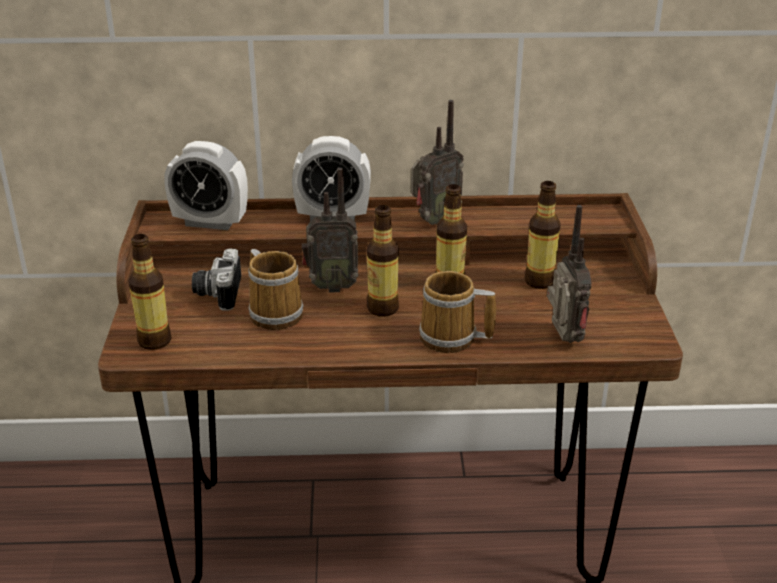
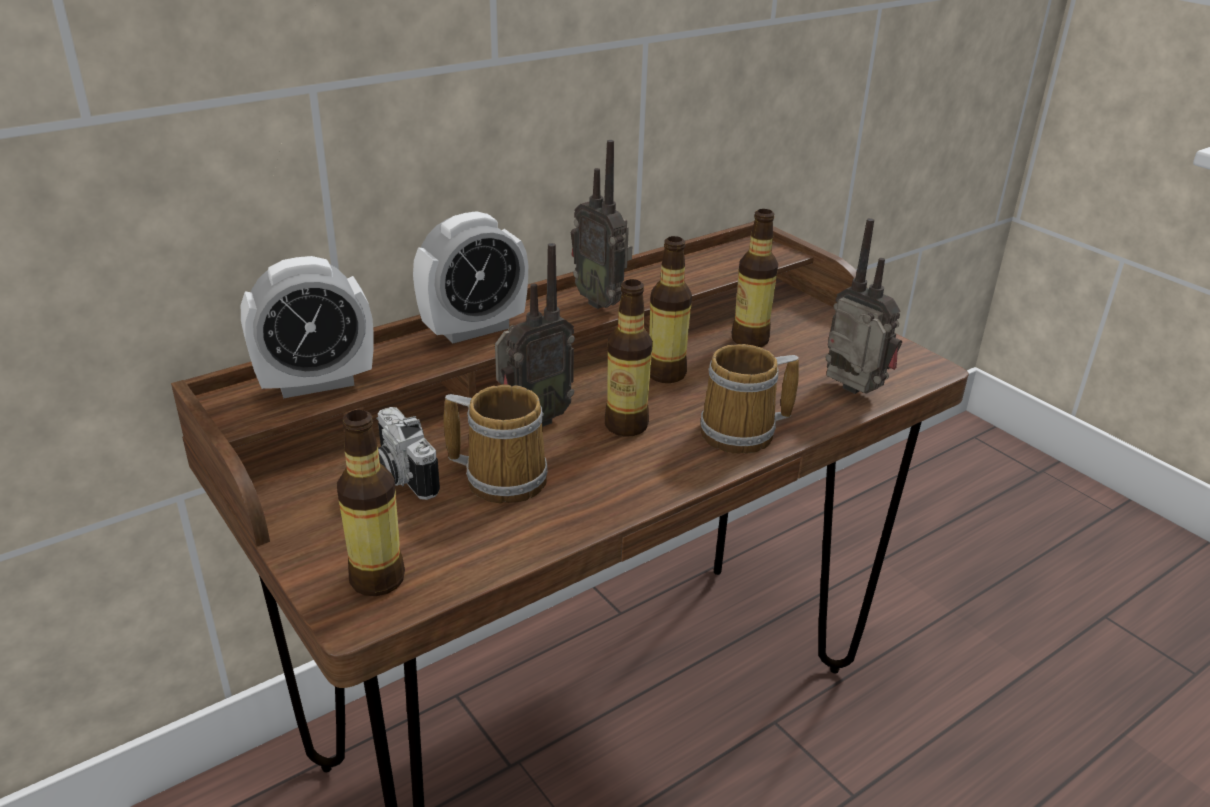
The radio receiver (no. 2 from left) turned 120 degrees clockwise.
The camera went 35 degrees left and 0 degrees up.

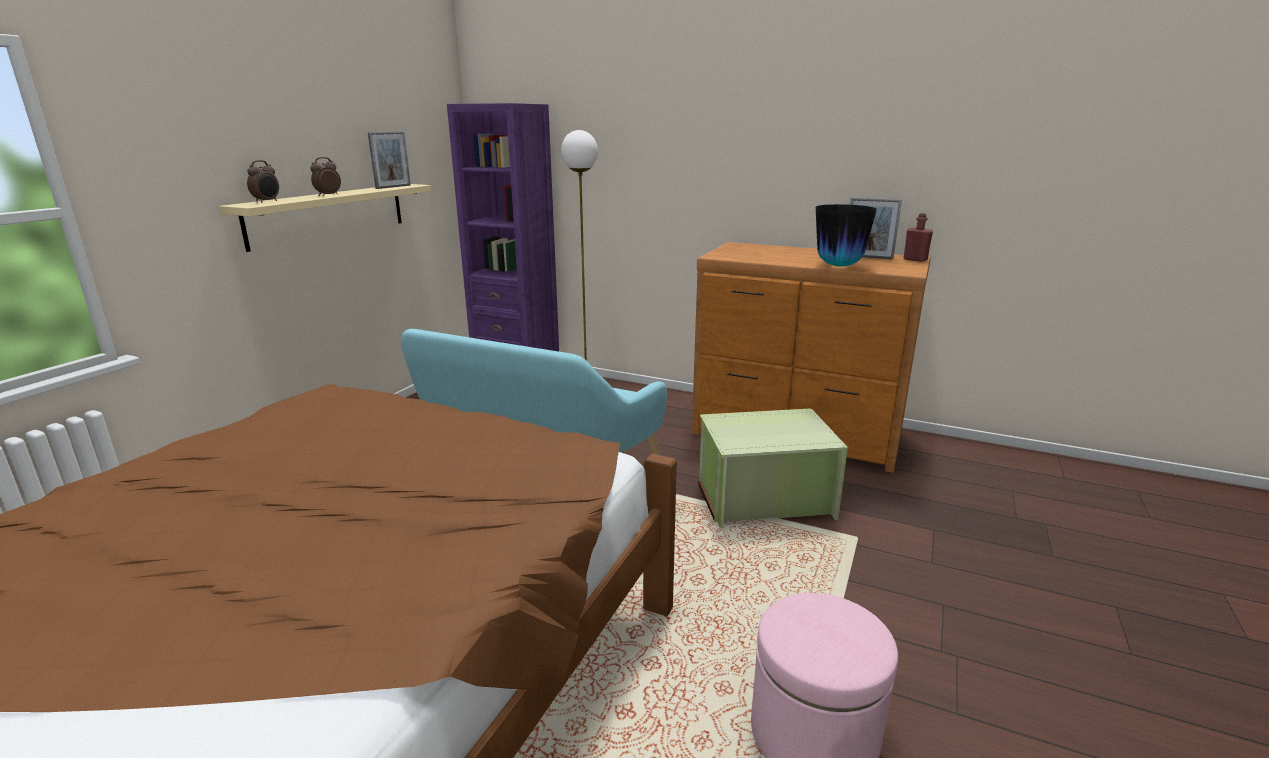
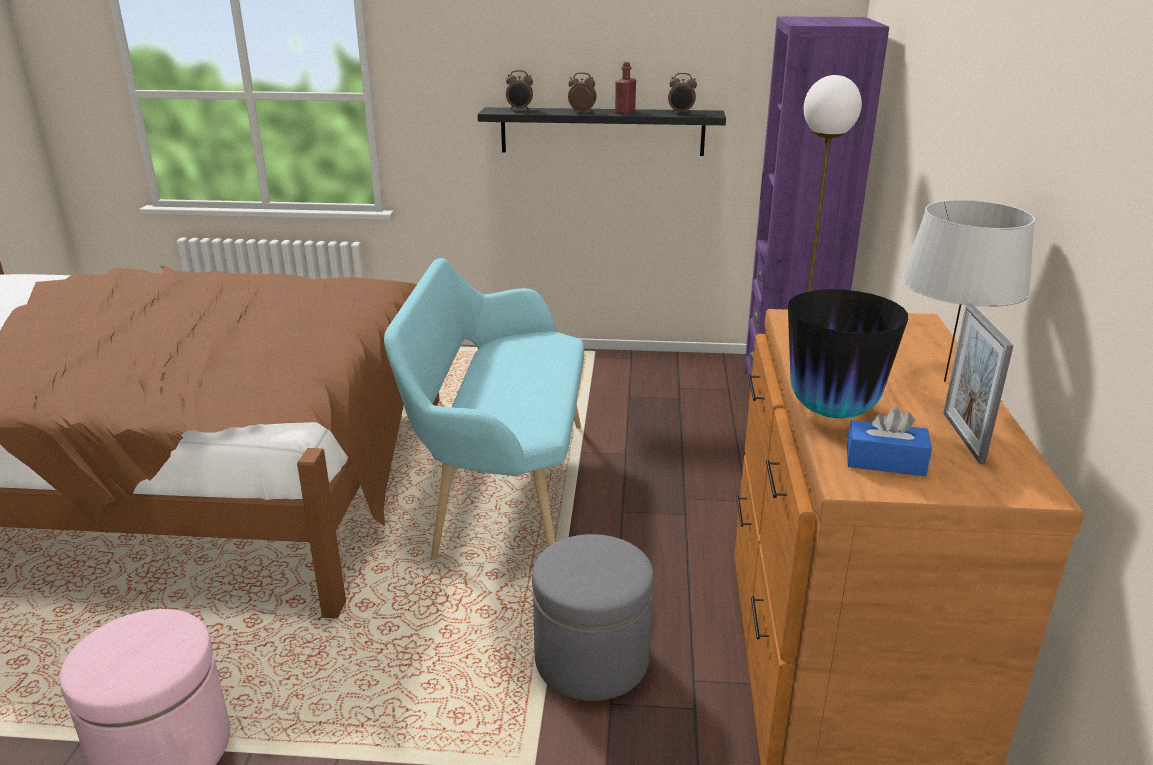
The box of tissues in blue appeared.
The lamp for a table in grey appeared.
The beverage bottle in reddish moved.
The standing frame (no. 1 from left) was replaced by the bedside clock (no. 3 from left).
The storage bin in green-coloured was replaced by the pouffe in grey.
The bracket shelf in beige-coloured became the bracket shelf in black.
The camera went 70 degrees right and 5 degrees up.

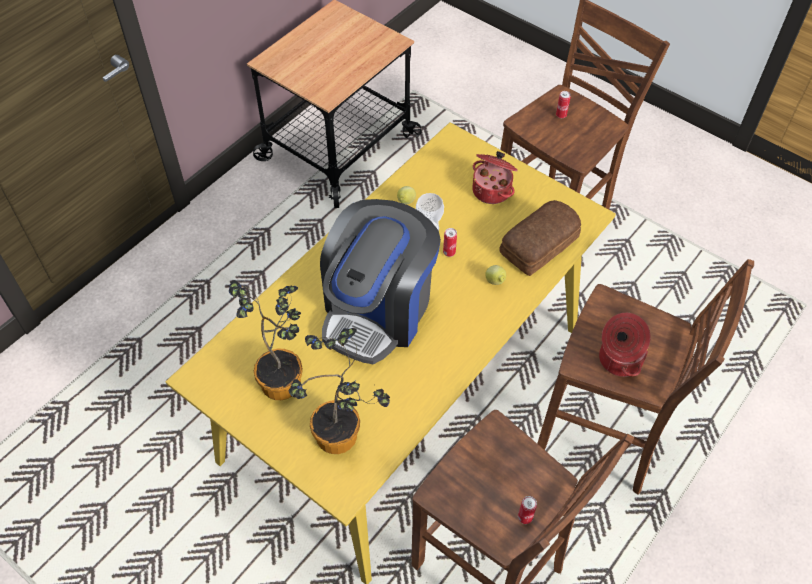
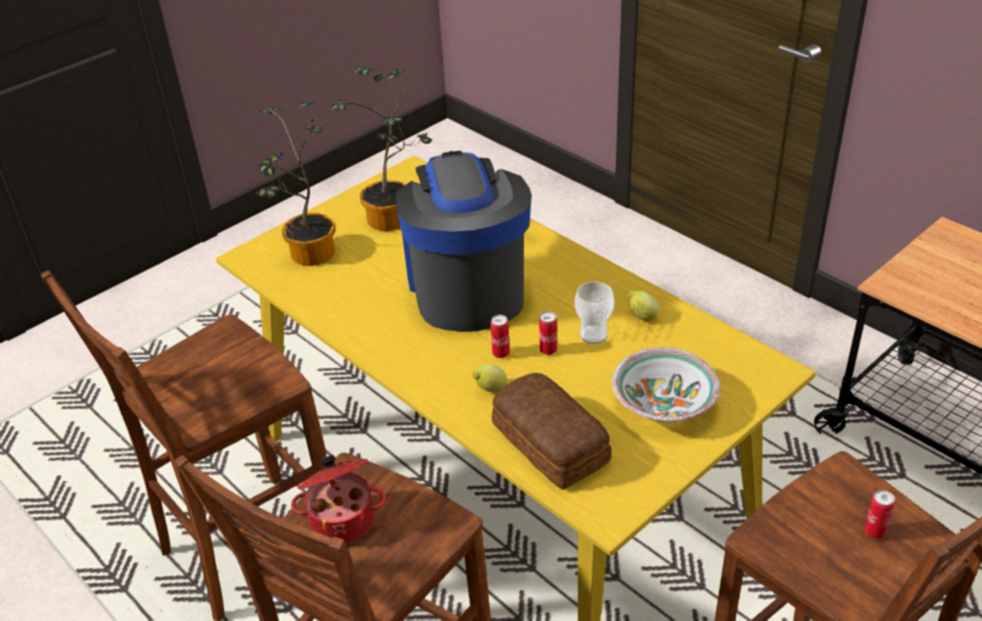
The can (no. 2 from left in the first image) moved.
The cooking pot (no. 1 from left) was replaced by the deep dish.
The coffee machine turned 45 degrees clockwise.
The camera went 100 degrees right and 15 degrees down.

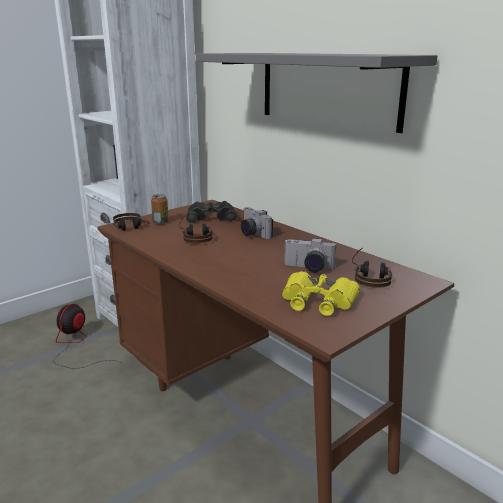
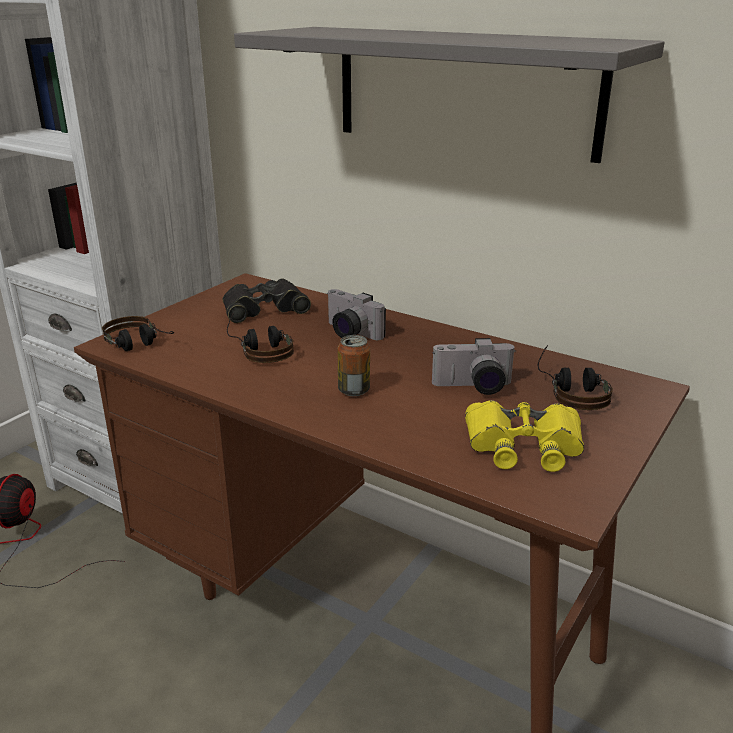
The can moved.
The camera went 15 degrees left and 5 degrees up.

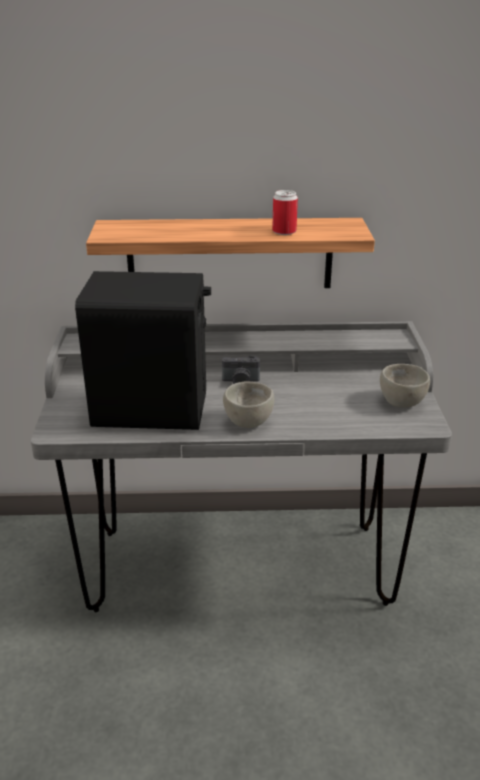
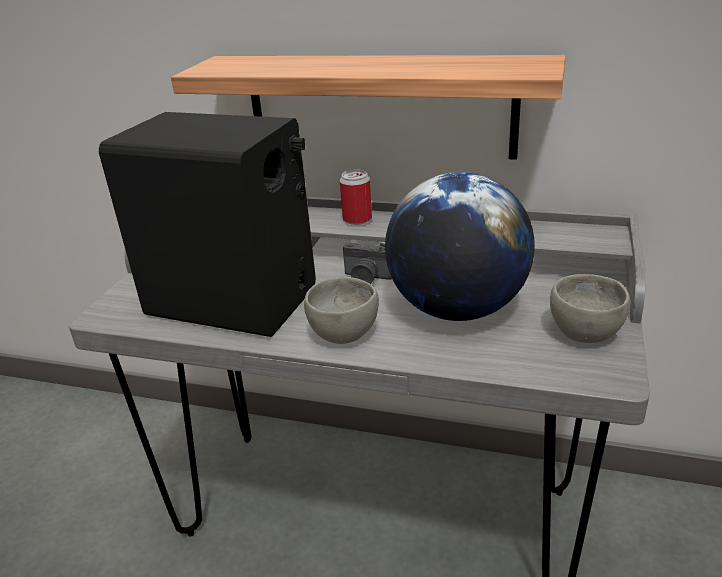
The globe appeared.
The can moved.
The camera went 20 degrees right and 0 degrees up.

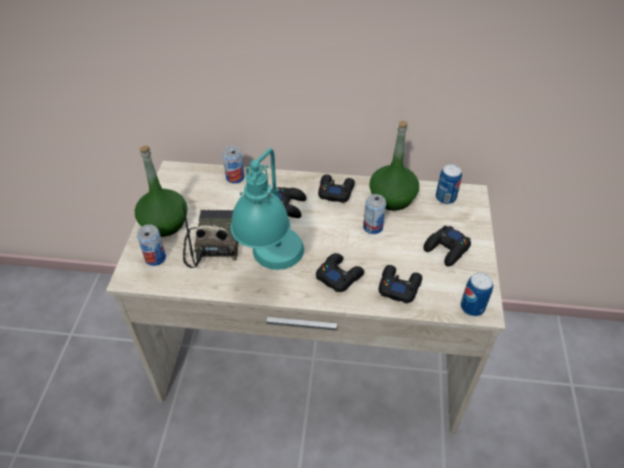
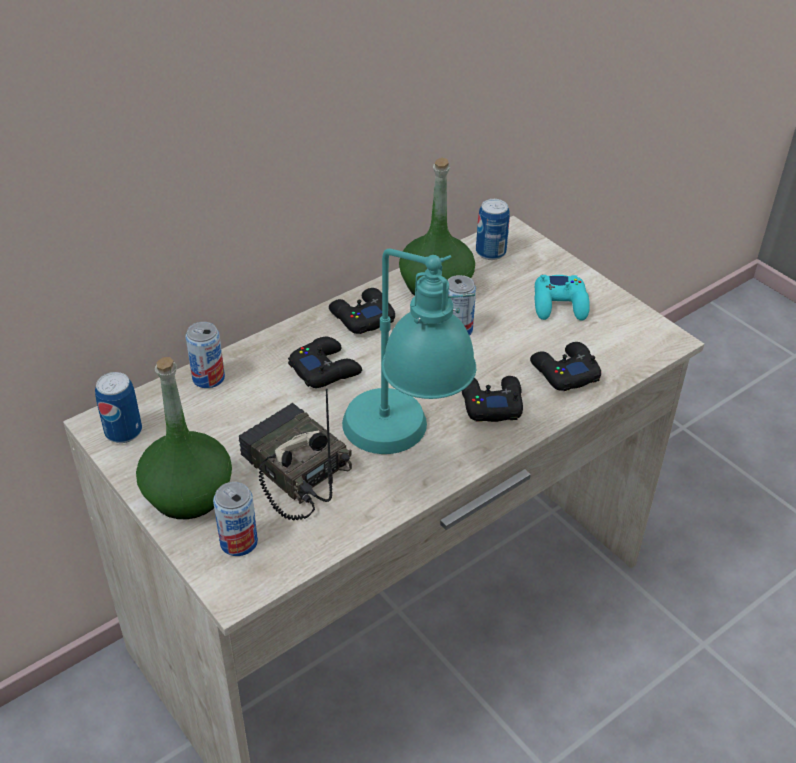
The can (no. 5 from left in the first image) moved.
The joypad in black (no. 5 from left) became the joypad in turquoise-coloured.
The camera went 45 degrees left and 5 degrees down.

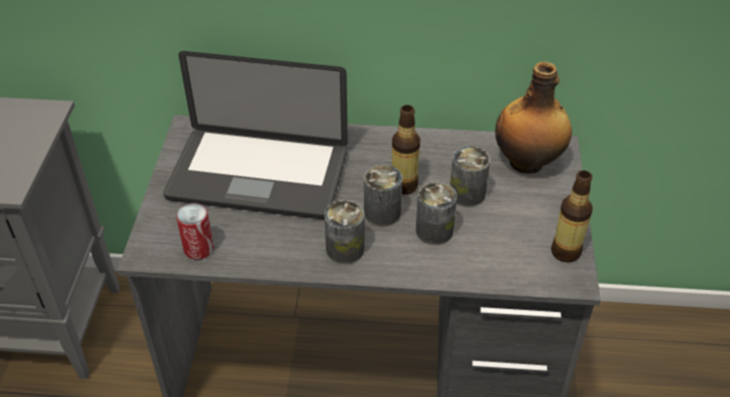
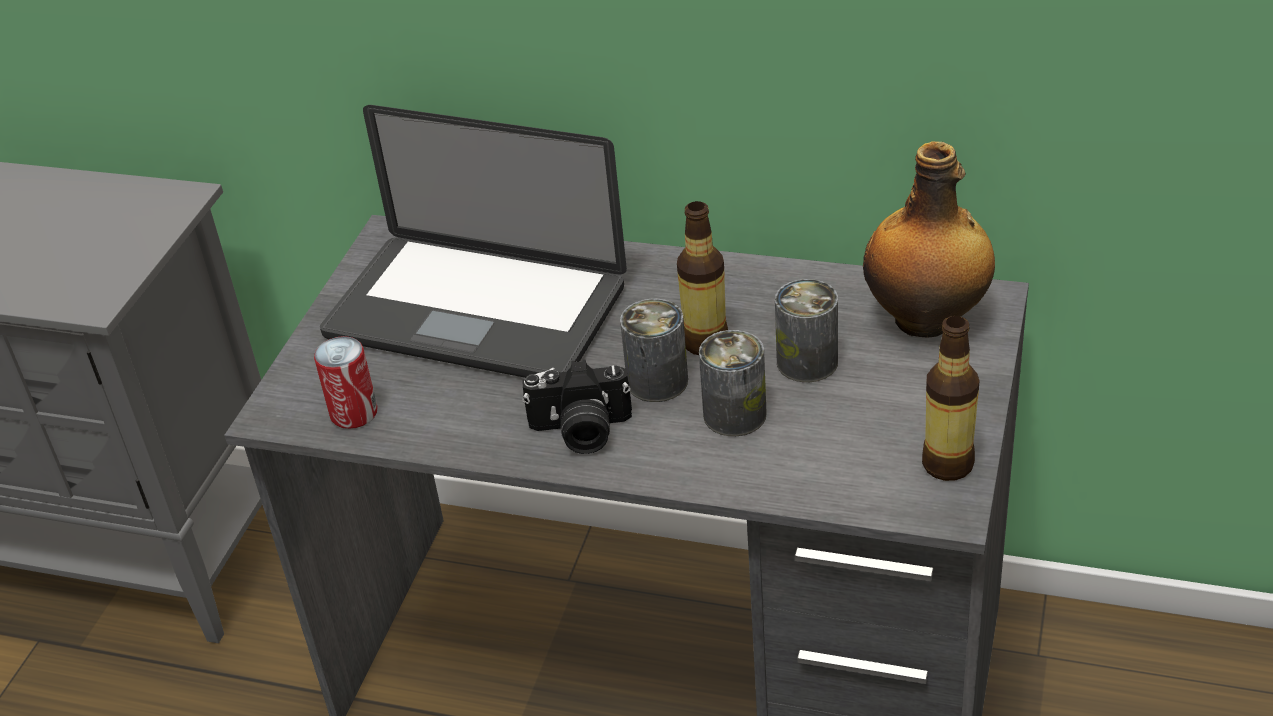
The can (no. 2 from left) was replaced by the still camera.
The camera went 15 degrees right and 5 degrees down.

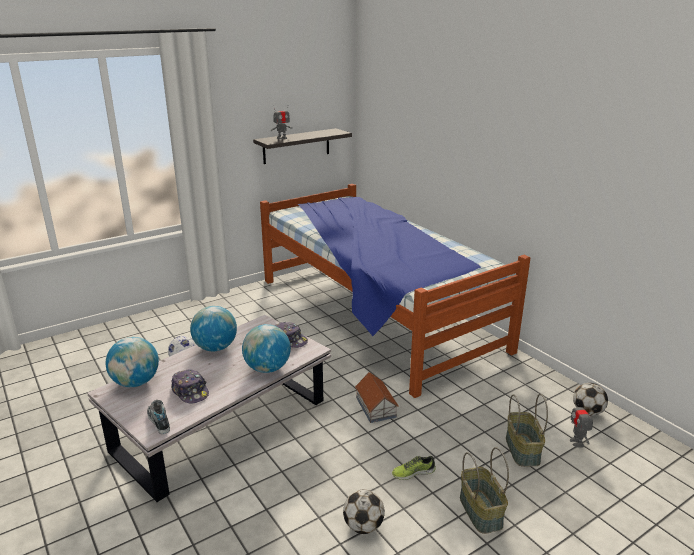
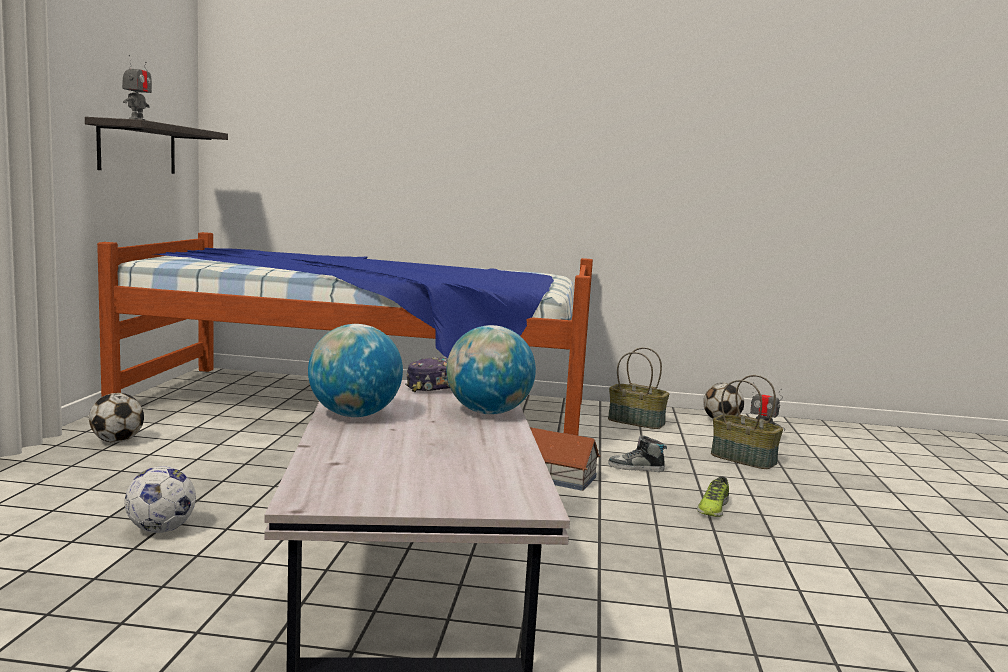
The globe (no. 1 from left) disappeared.
The baseball cap (no. 1 from left) disappeared.
The item of footwear (no. 1 from left) moved.
The football ball (no. 2 from left in the first image) moved.
The basket (no. 1 from left) moved.
The camera went 50 degrees left and 15 degrees down.

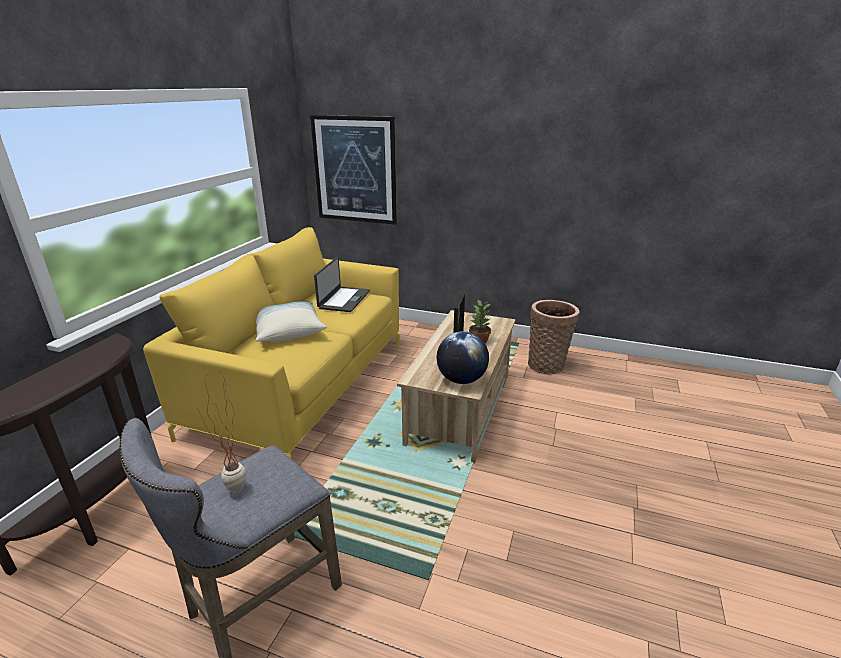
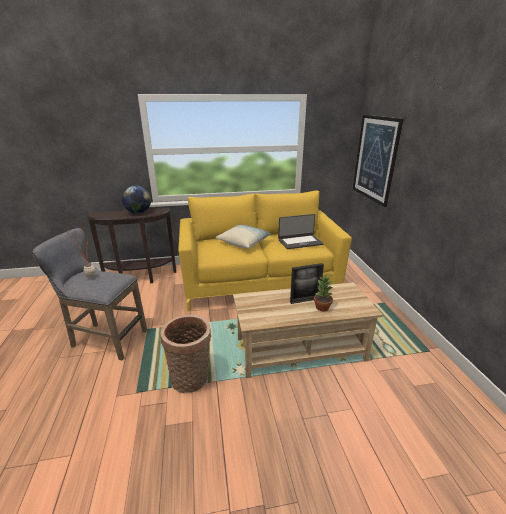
The globe moved.
The basket moved.
The camera went 60 degrees right and 0 degrees up.

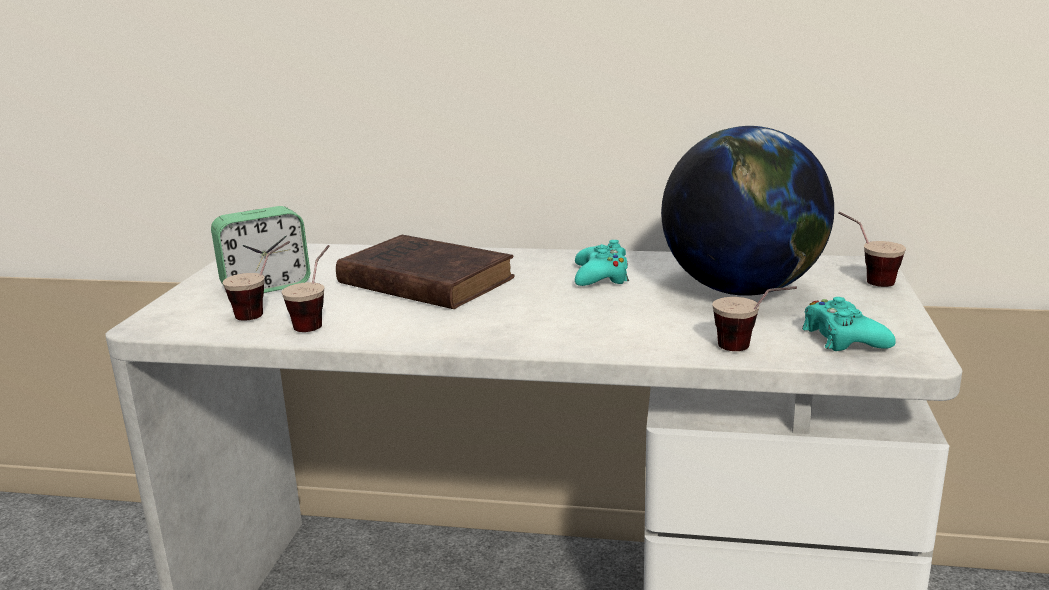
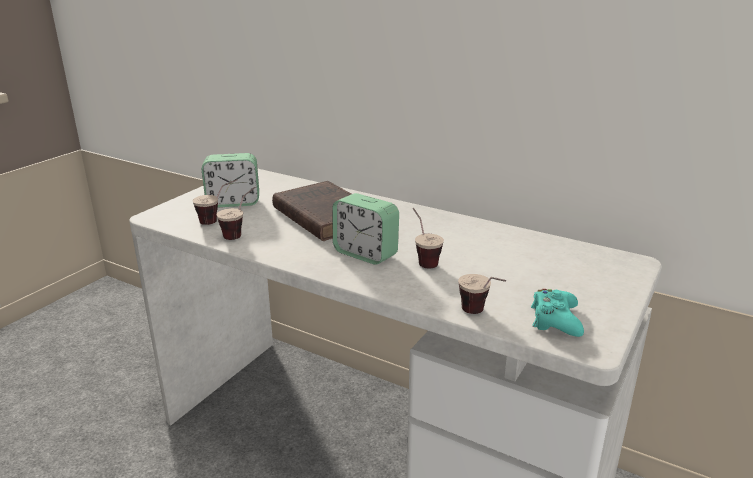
The joypad in turquoise-coloured (no. 1 from left) disappeared.
The globe disappeared.
The bedside clock (no. 2 from left) appeared.
The cup (no. 4 from left in the first image) moved.
The camera went 20 degrees right and 5 degrees up.

